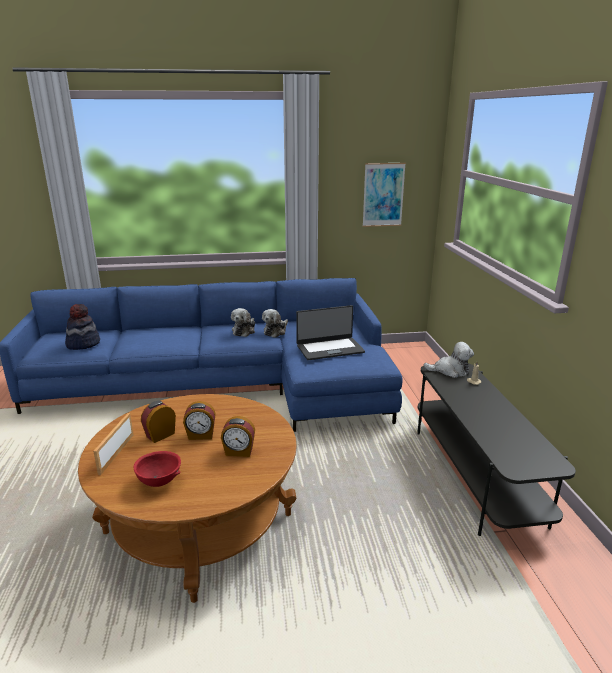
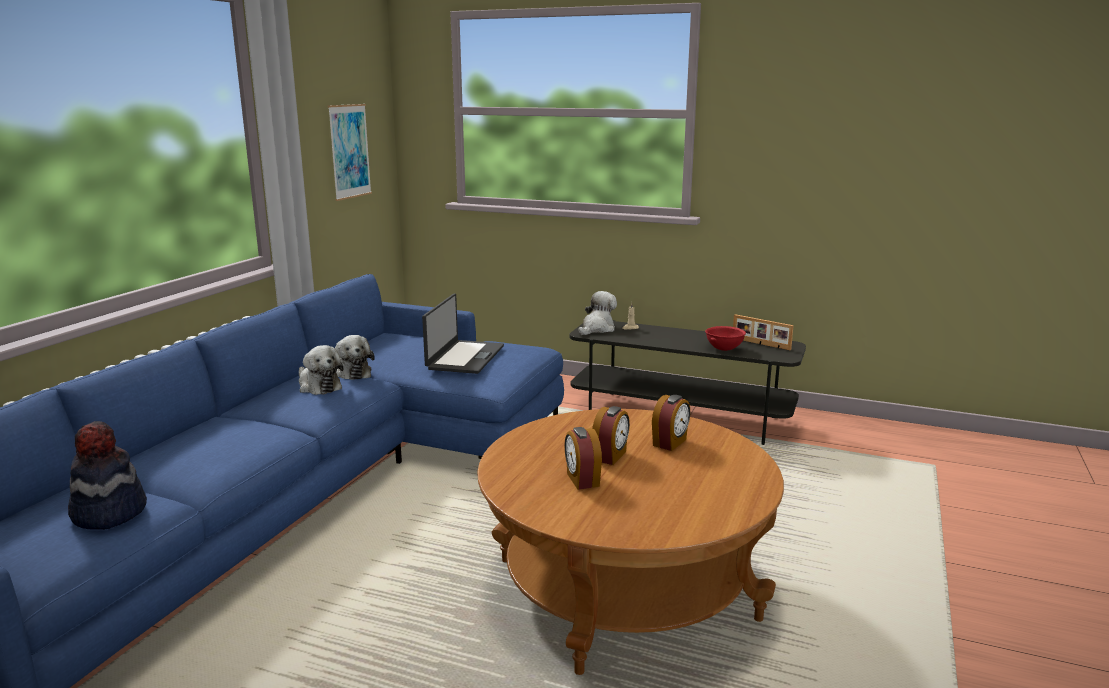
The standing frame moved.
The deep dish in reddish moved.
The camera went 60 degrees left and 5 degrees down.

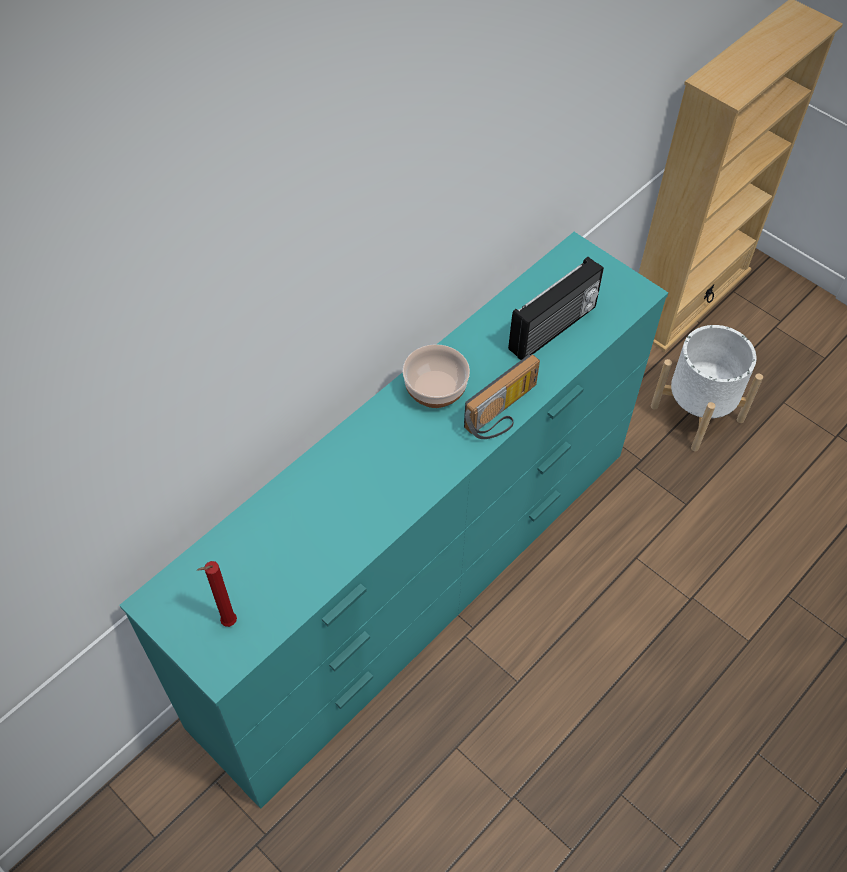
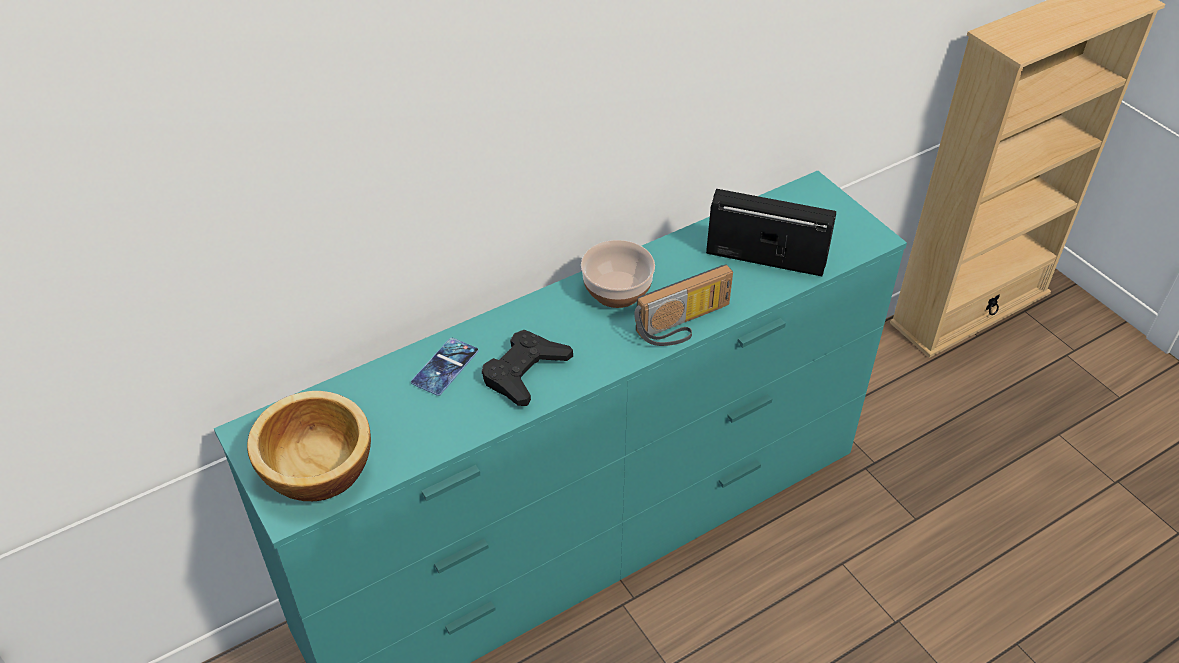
The planter in whitish disappeared.
The phone appeared.
The joypad in black appeared.
The wax light in reddish was replaced by the deep dish (no. 1 from left).
The radio receiver (no. 2 from left) turned 135 degrees counterclockwise.
The camera went 15 degrees right and 10 degrees down.

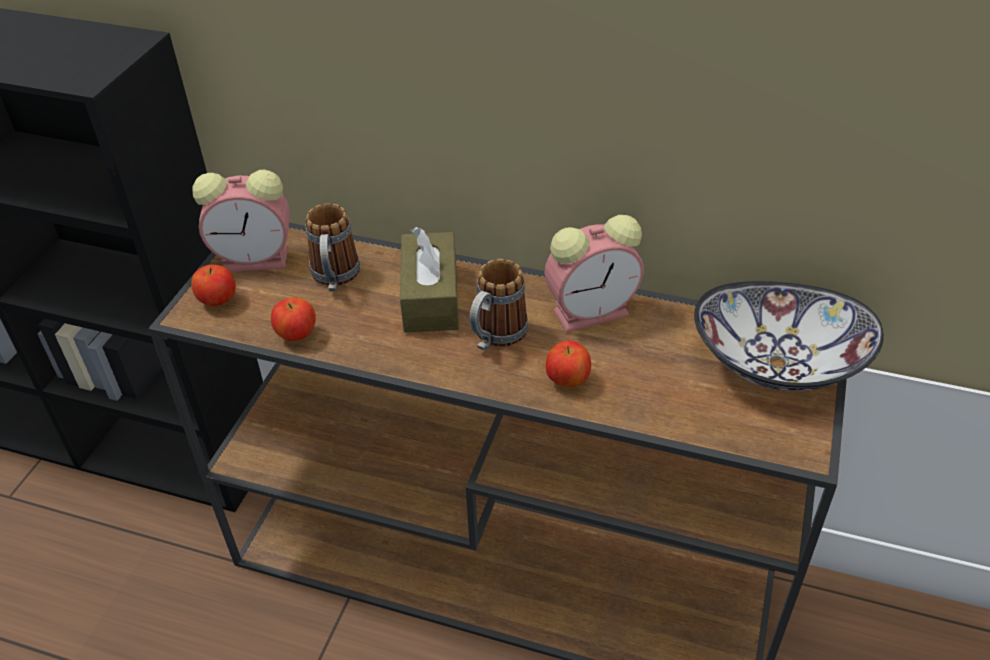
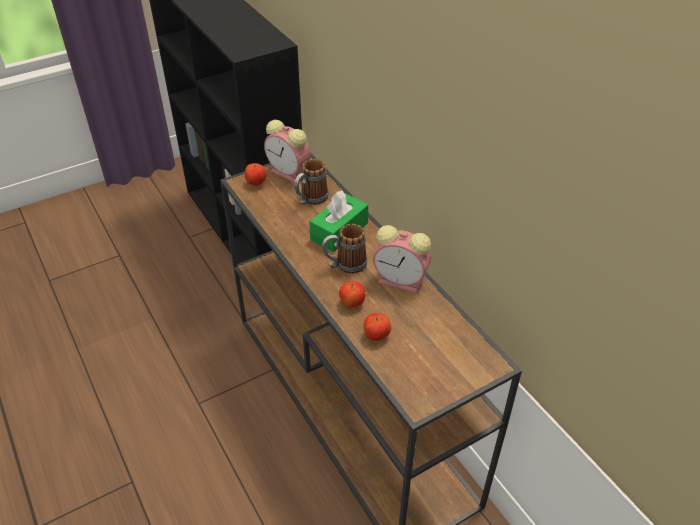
The deep dish disappeared.
The apple (no. 2 from left in the first image) moved.
The box of tissues in brown-coloured became the box of tissues in green-coloured.
The camera went 40 degrees right and 0 degrees up.

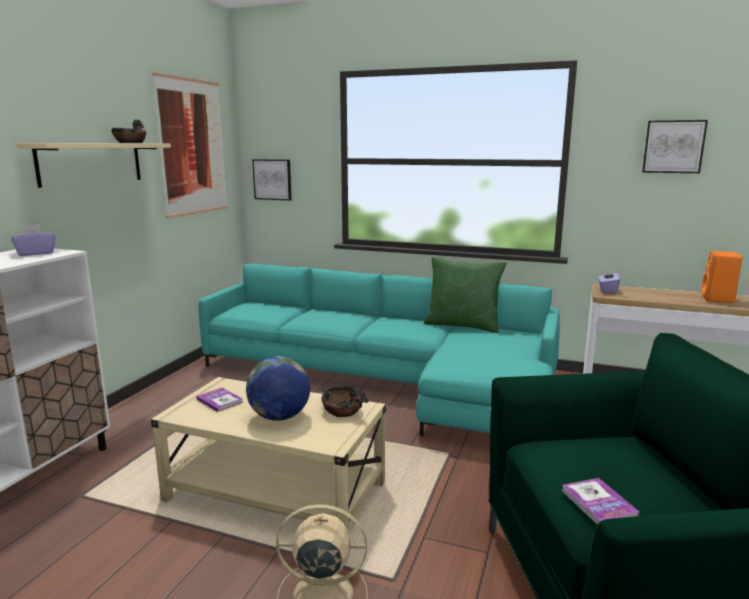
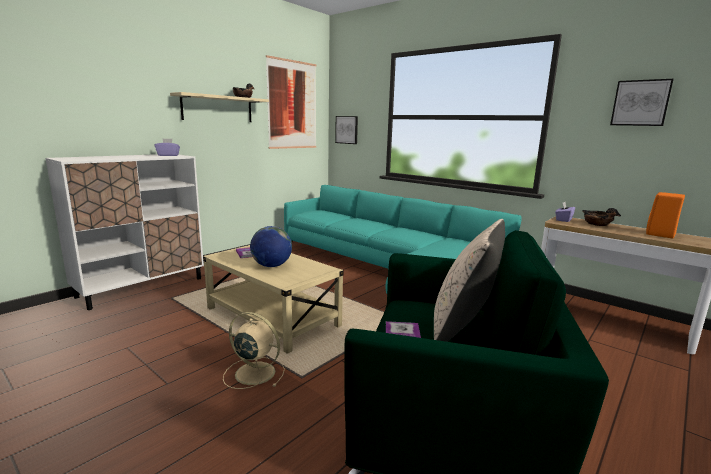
The cushion in green-coloured disappeared.
The cushion in beige-coloured appeared.
The deep dish in black (no. 2 from left) moved.
The camera went 20 degrees right and 0 degrees up.

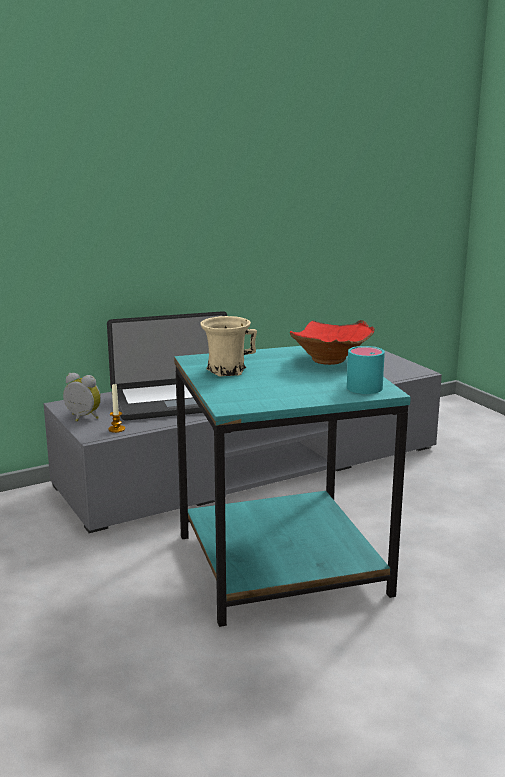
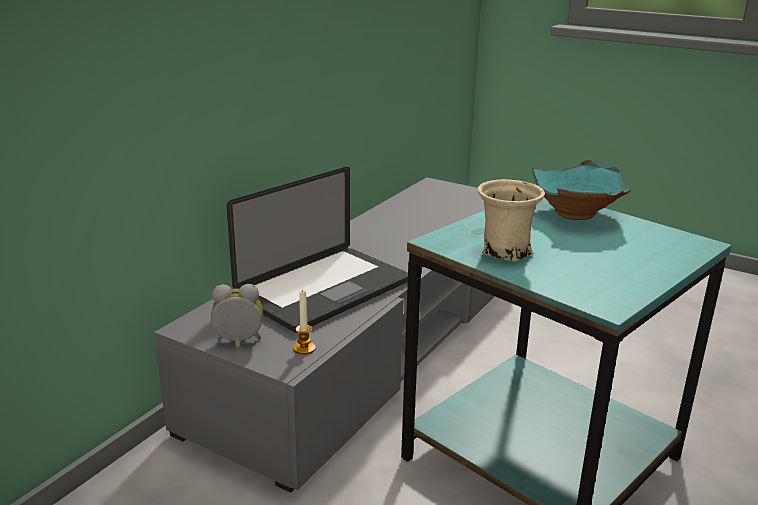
The coffee mug in turquoise-coloured disappeared.
The deep dish in reddish became the deep dish in turquoise-coloured.
The camera went 30 degrees left and 5 degrees up.

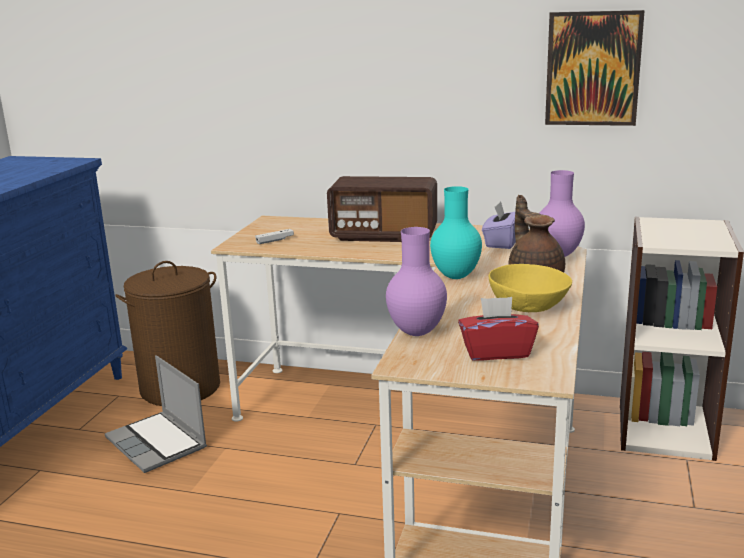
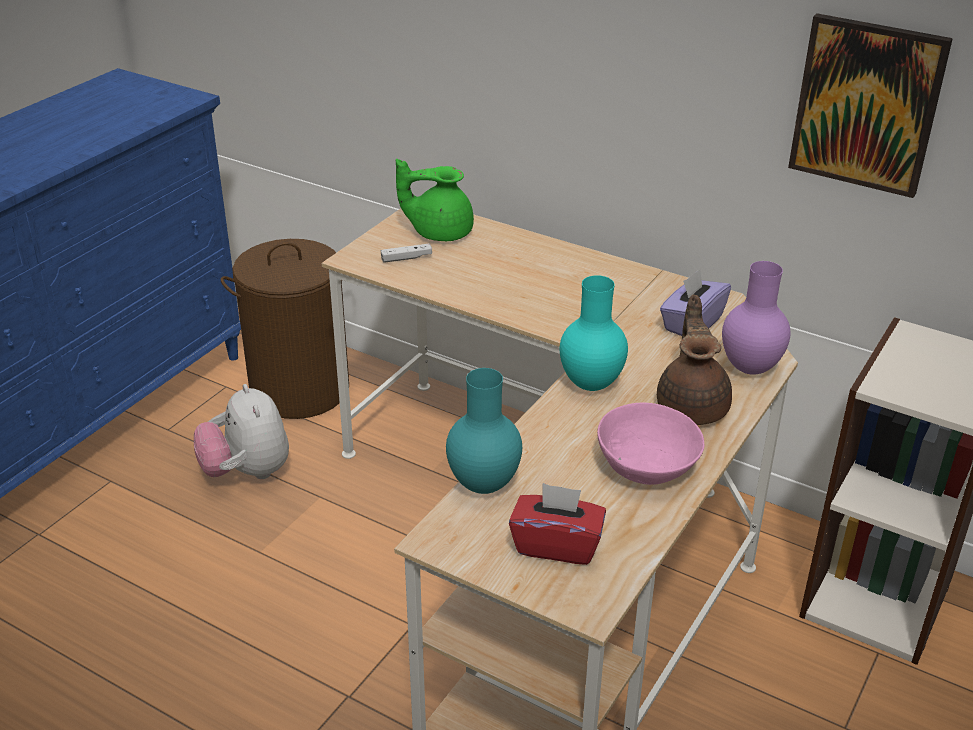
The radio receiver disappeared.
The teapot in green-coloured appeared.
The portable computer was replaced by the soft toy.
The vase in purple (no. 1 from left) became the vase in turquoise-coloured (no. 1 from left).
The deep dish in yellow became the deep dish in pink-coloured.
The camera went 15 degrees right and 15 degrees up.

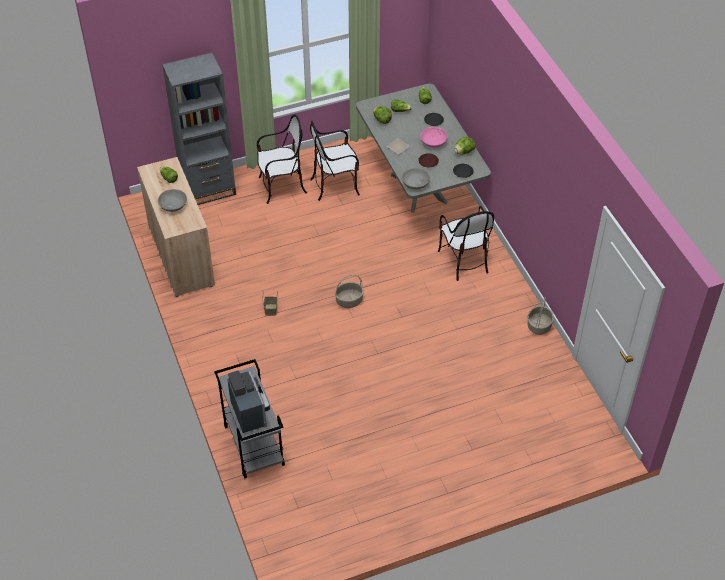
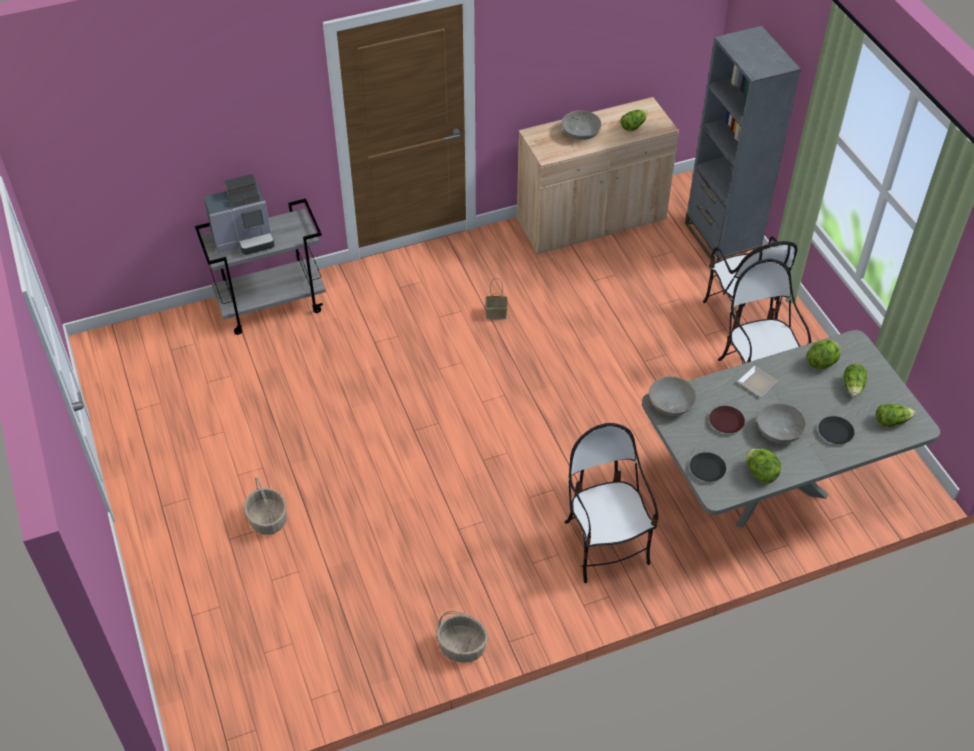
The basket (no. 2 from left in the first image) moved.
The deep dish in pink-coloured became the deep dish in grey (no. 3 from left).
The plain chair (no. 3 from left in the first image) turned 90 degrees clockwise.
The camera went 90 degrees right and 0 degrees up.

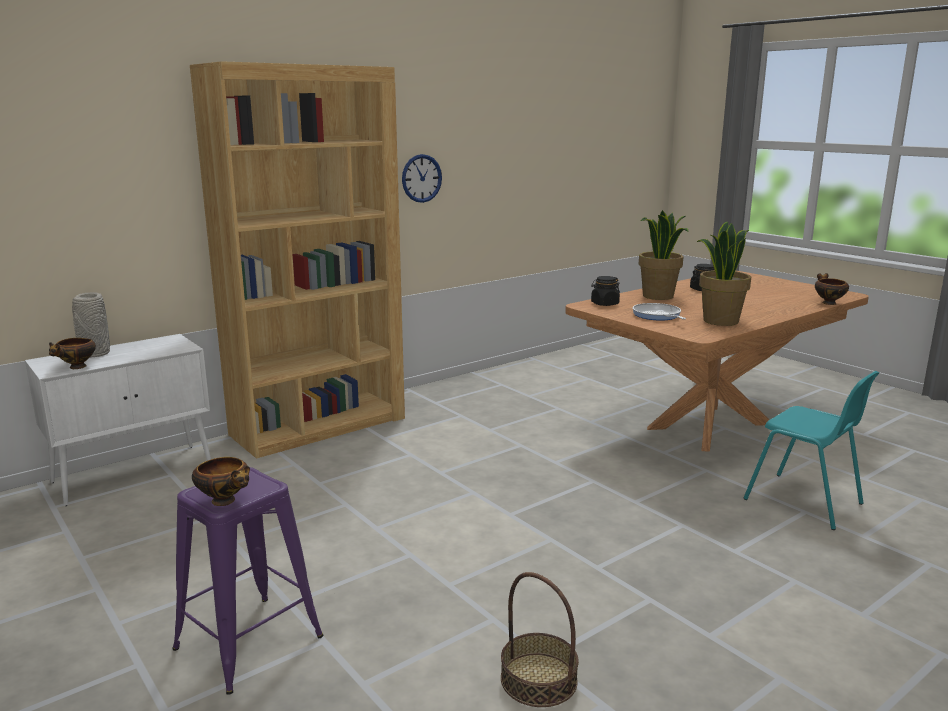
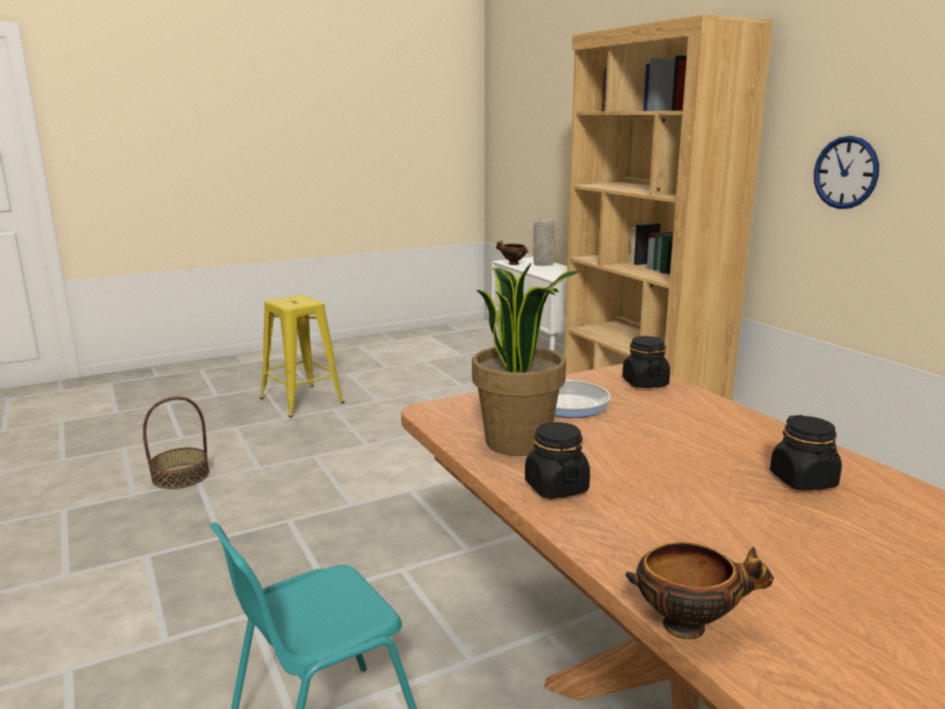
The deep dish (no. 2 from left) disappeared.
The plant in a pot (no. 1 from left) disappeared.
The storage jar in black (no. 1 from left) appeared.
The stool seat in purple became the stool seat in yellow.
The camera went 100 degrees right and 0 degrees up.

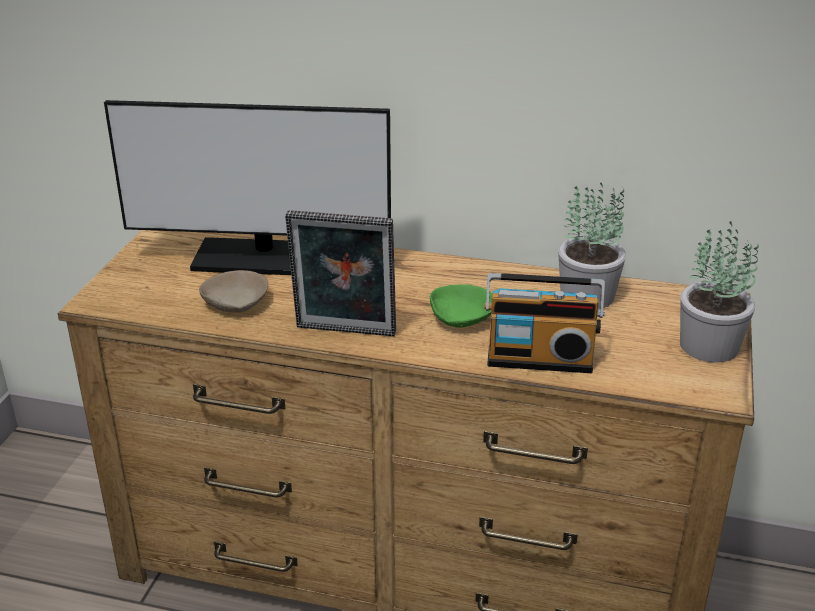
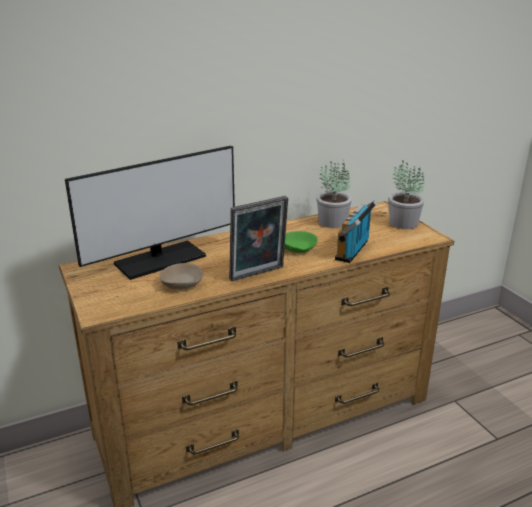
The radio receiver turned 150 degrees clockwise.
The camera went 40 degrees left and 5 degrees down.

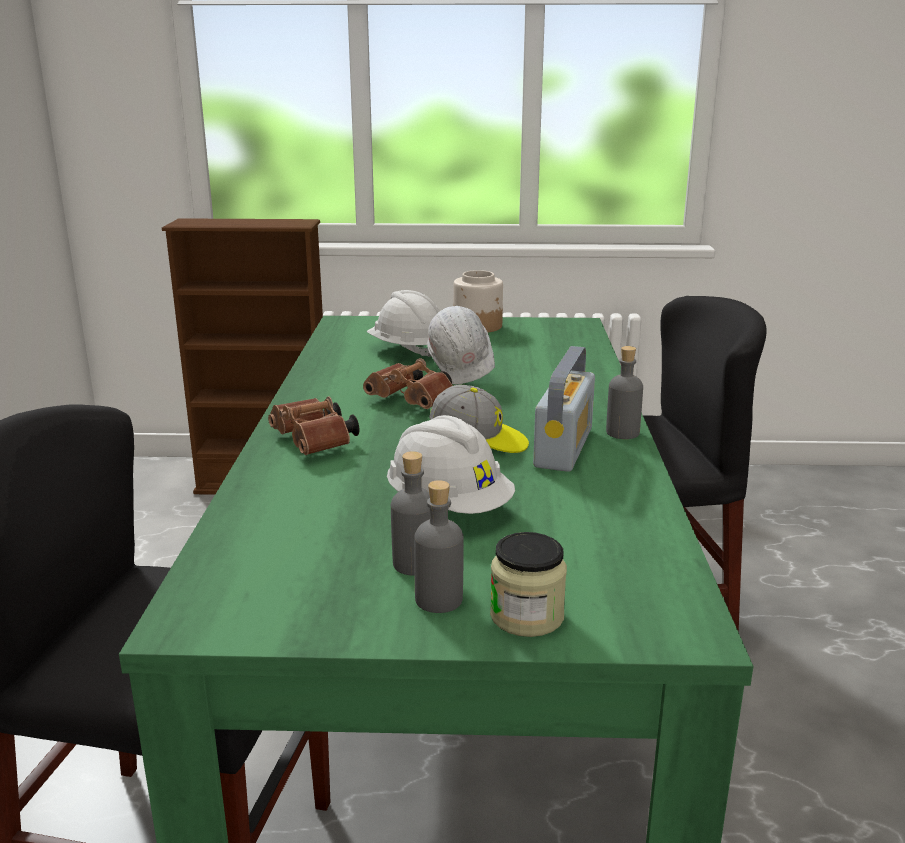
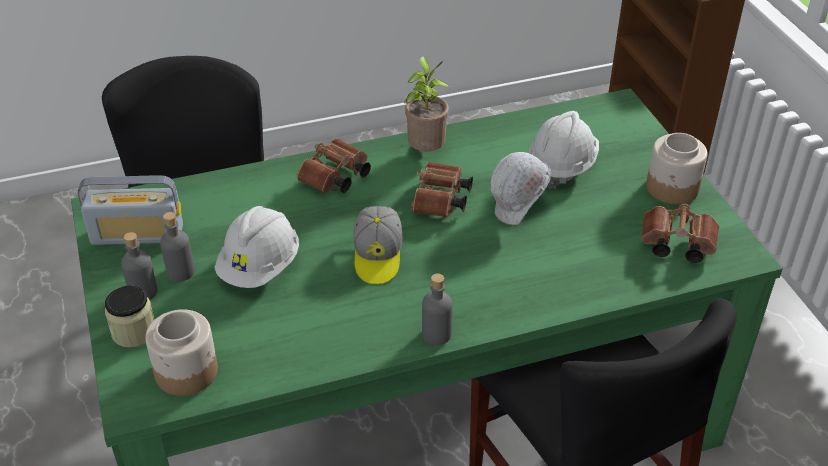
The storage jar (no. 2 from left) appeared.
The plant in a pot appeared.
The field glasses in brown-coloured (no. 3 from left) appeared.
The radio receiver moved.
The camera went 70 degrees right and 20 degrees up.

